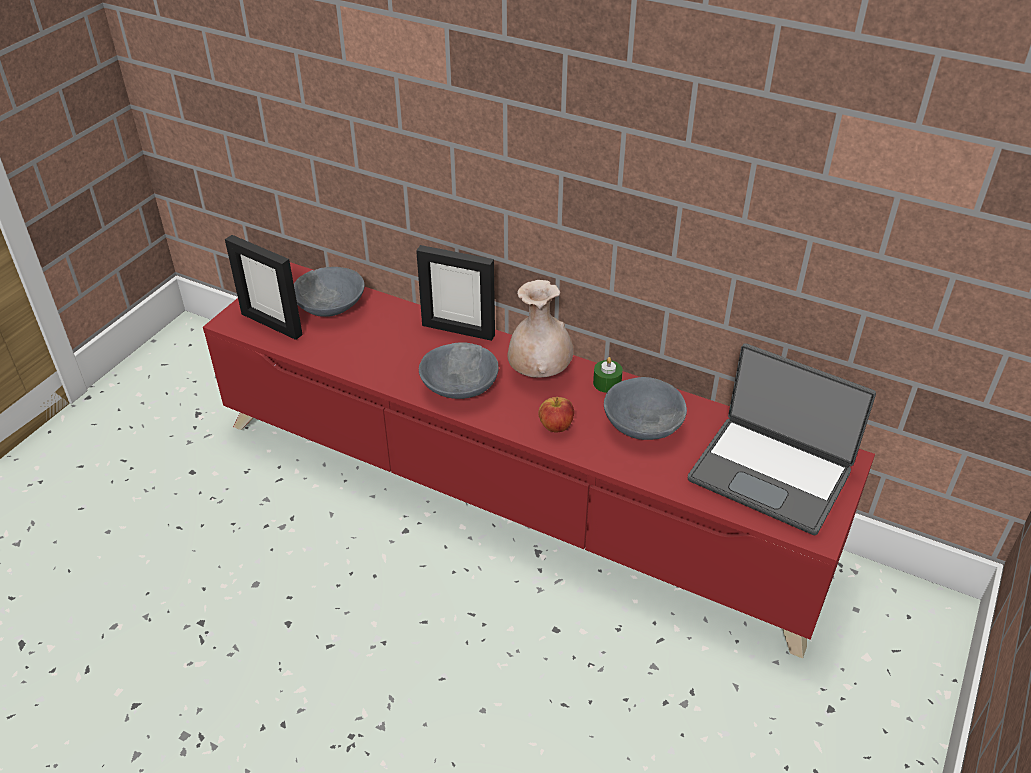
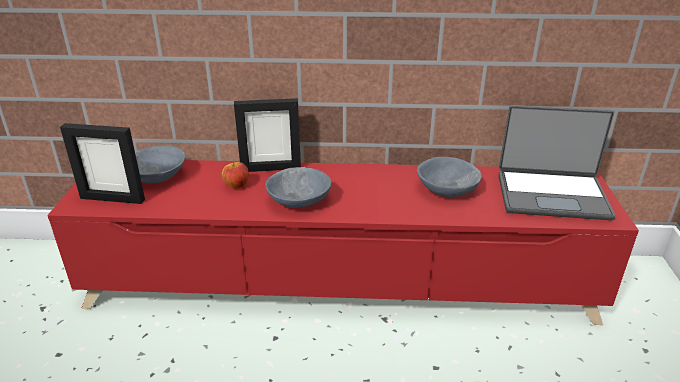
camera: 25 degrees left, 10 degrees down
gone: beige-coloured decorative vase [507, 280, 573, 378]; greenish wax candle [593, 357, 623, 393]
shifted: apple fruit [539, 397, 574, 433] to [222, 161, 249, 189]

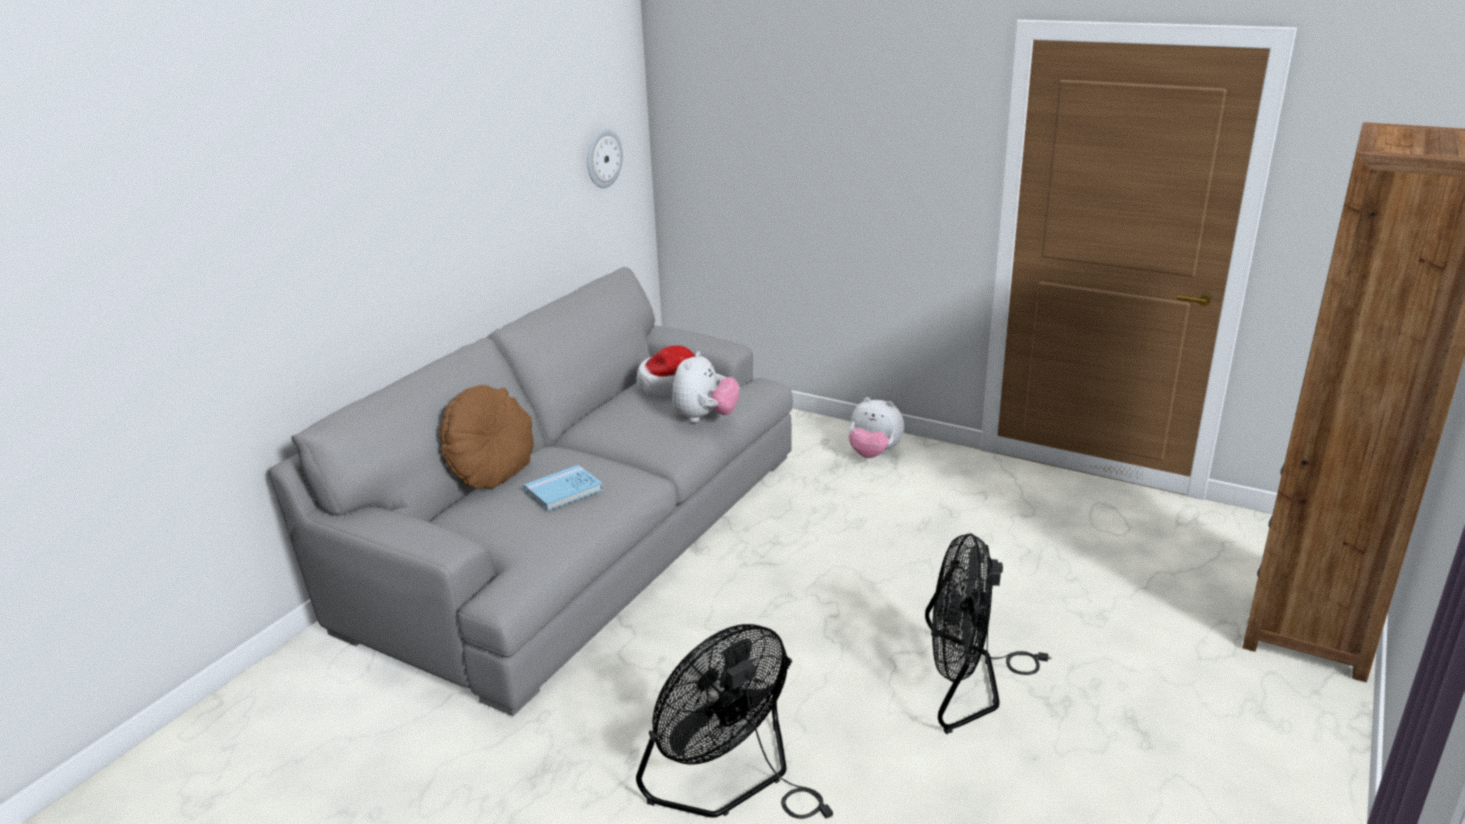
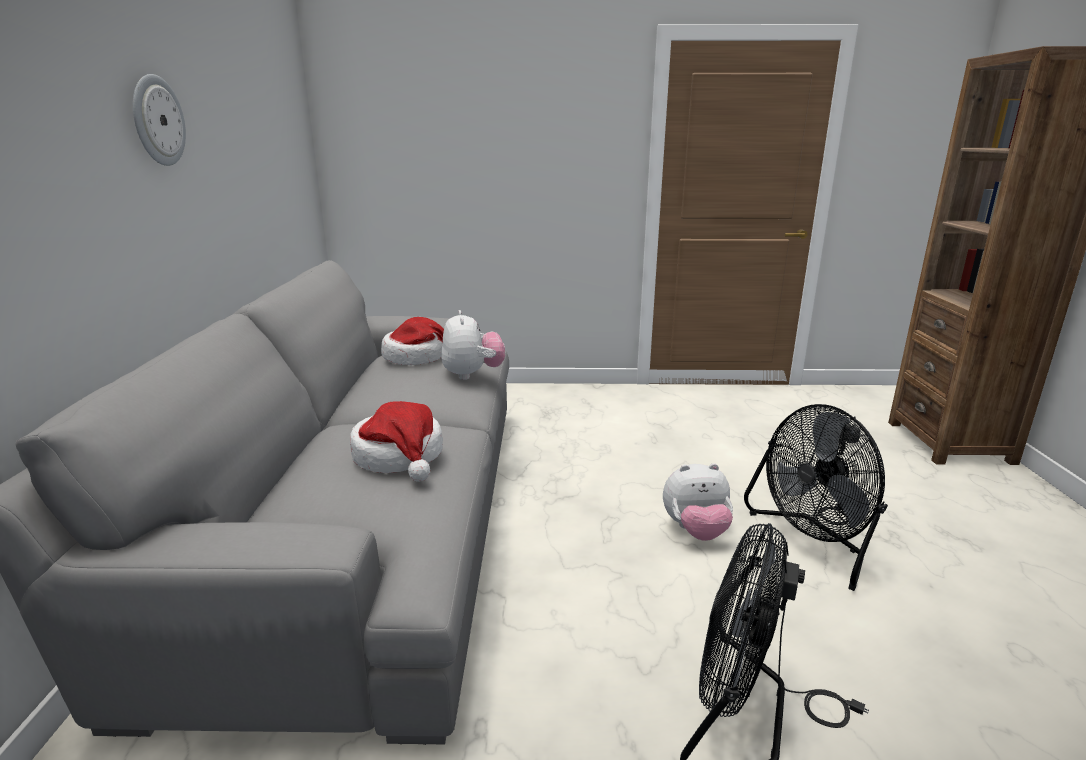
camera: 30 degrees left, 5 degrees down
gone: brown-coloured throw pillow [440, 385, 534, 489]
shifted: hanging clock [587, 129, 623, 188] to [133, 74, 186, 166]; soft toy [849, 397, 904, 458] to [663, 463, 733, 541]
swapped: bluish volume [524, 465, 603, 511] to wearable hat [350, 401, 443, 482]

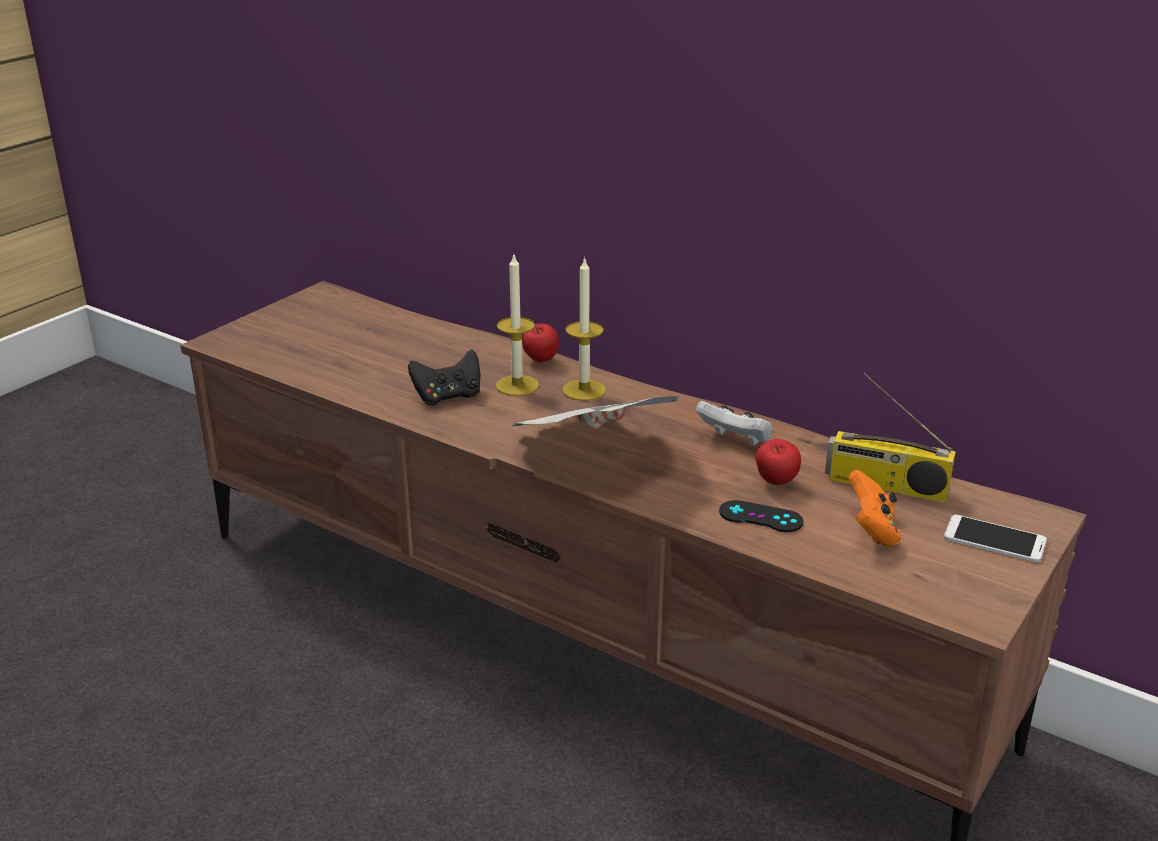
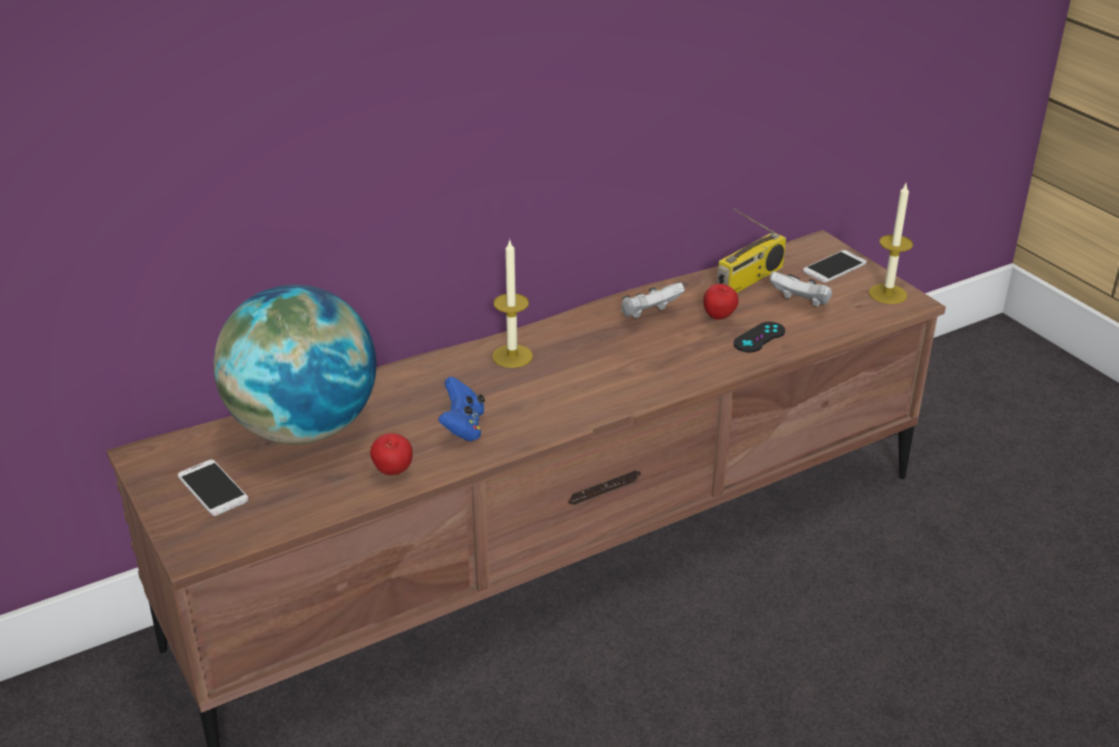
camera: 65 degrees left, 5 degrees up
gone: daily paper [512, 396, 680, 429]
new: telephone [178, 460, 249, 516]; desk globe [213, 285, 377, 444]
shifted: apple fruit [522, 323, 559, 363] to [370, 433, 413, 475]; wax candle [496, 255, 539, 396] to [869, 184, 913, 304]
repainted: black-coloured gamepad [408, 349, 481, 405] to bluish gamepad [438, 377, 485, 441]; orange-coloured gamepad [848, 470, 901, 547] to white gamepad [770, 271, 832, 307]

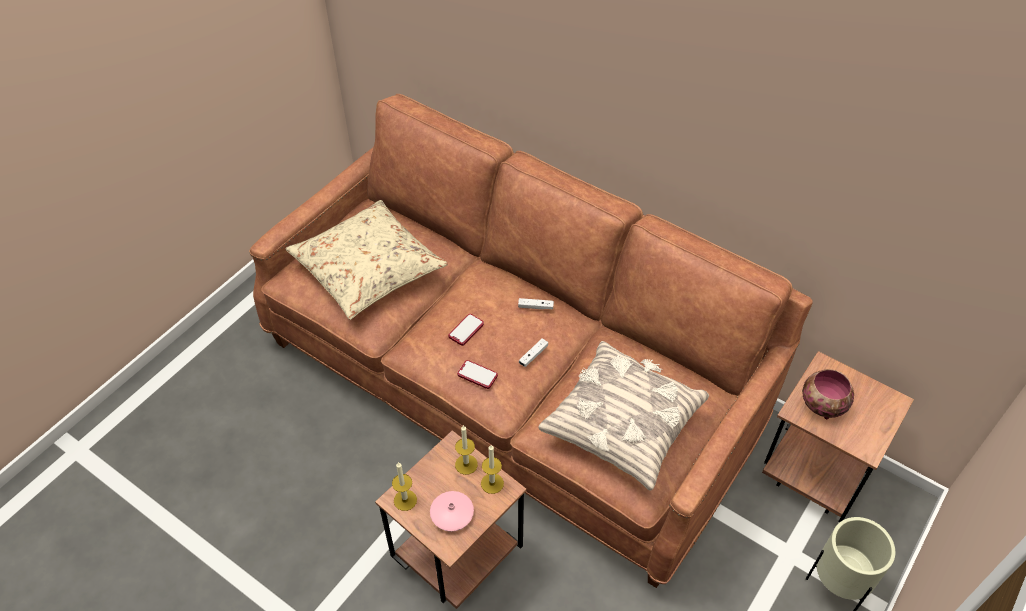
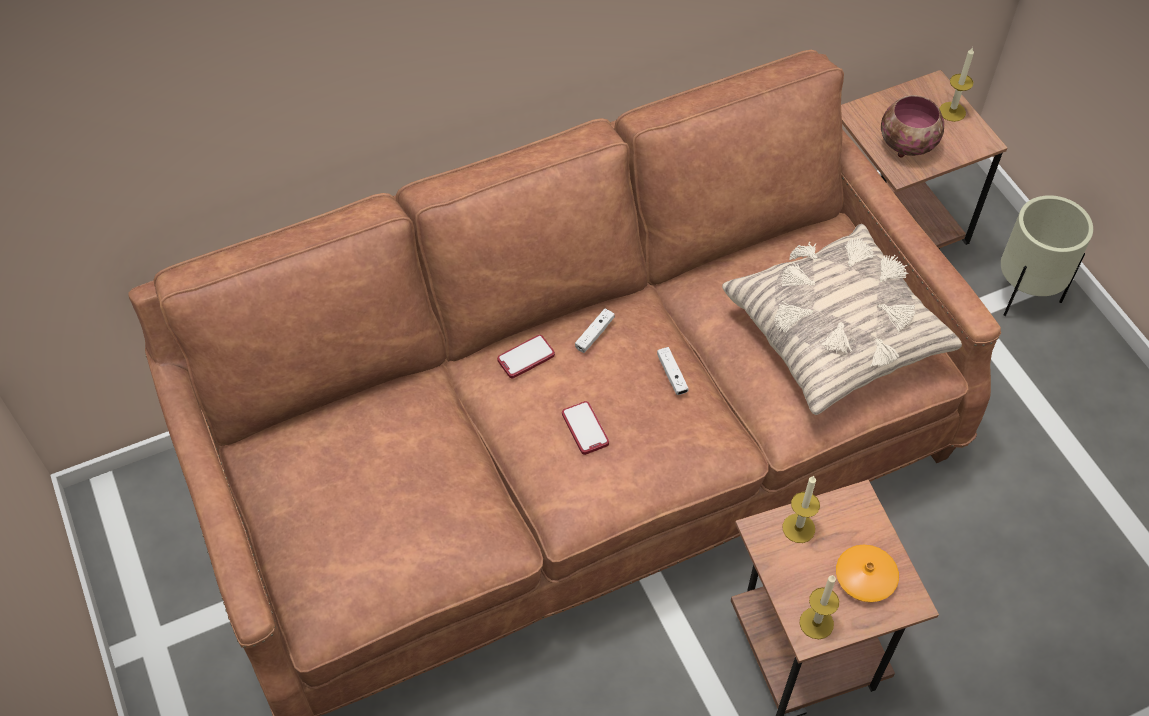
camera: 60 degrees left, 5 degrees up
gone: beige-coloured throw pillow [285, 200, 448, 320]
shifted: telephone [457, 360, 498, 389] to [497, 335, 555, 378]; wax candle [481, 445, 504, 494] to [939, 47, 974, 122]
repainted: pinkish decorative vase [430, 491, 474, 532] to orange-coloured decorative vase [836, 544, 899, 603]

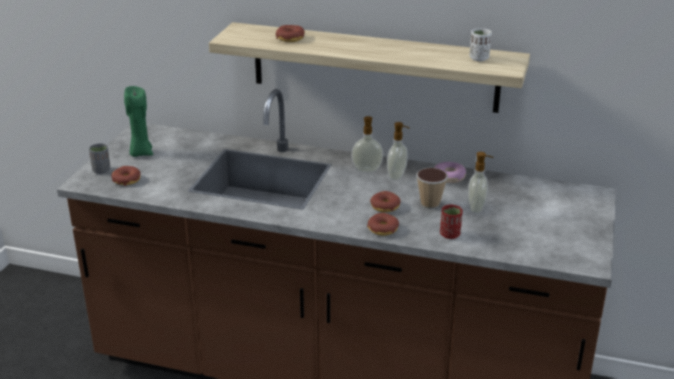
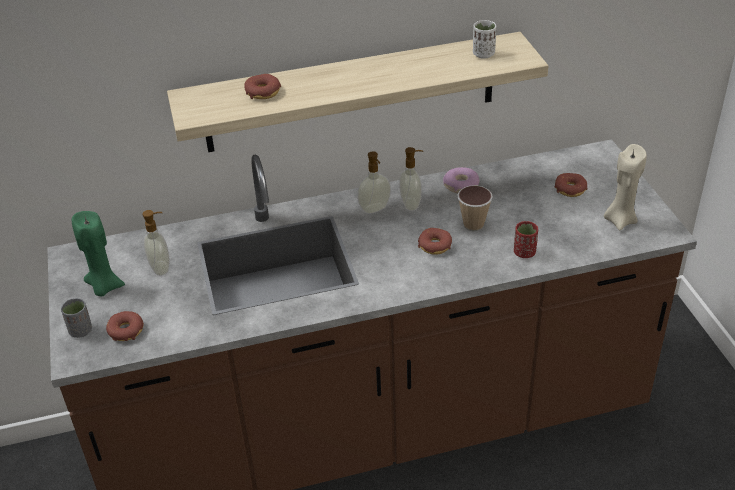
camera: 30 degrees left, 10 degrees up
new: beige-coloured wax candle [604, 144, 647, 230]
shifted: soap dispenser [468, 152, 493, 213] to [142, 210, 170, 276]; doughnut [367, 213, 399, 236] to [555, 173, 587, 197]

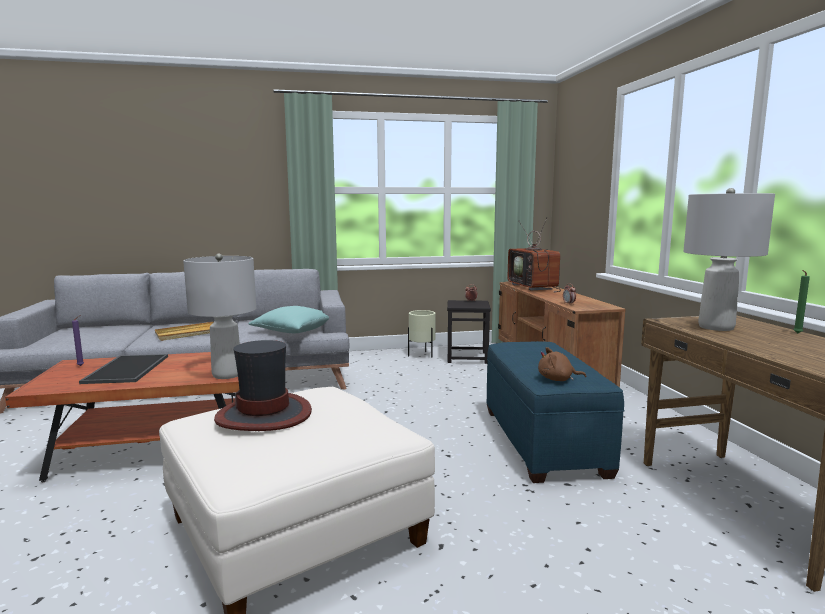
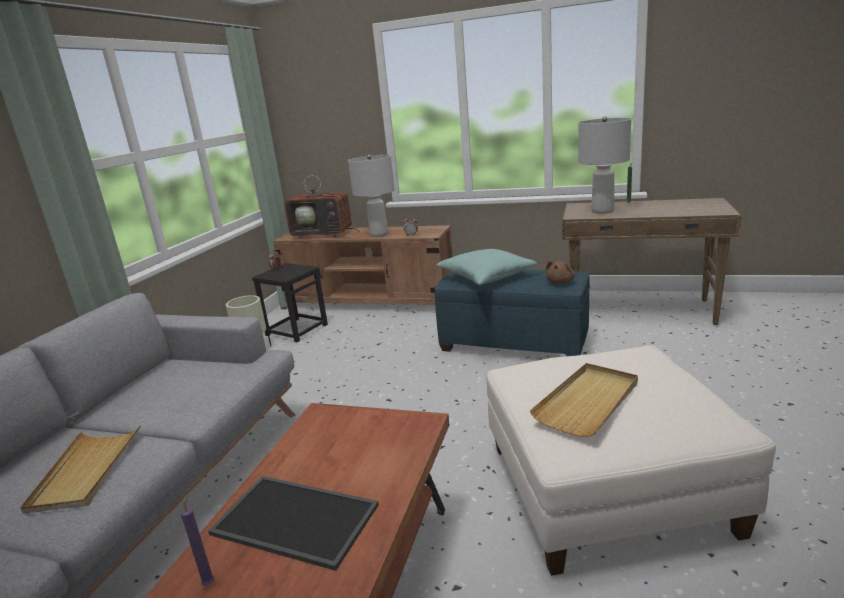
camera: 60 degrees left, 10 degrees up
shifted: greyish lamp for a table [183, 254, 256, 379] to [348, 154, 395, 237]; turquoise throw pillow [248, 306, 329, 333] to [436, 249, 537, 285]
swapped: wearable hat [214, 340, 312, 431] to beige-coloured serving tray [530, 363, 638, 437]

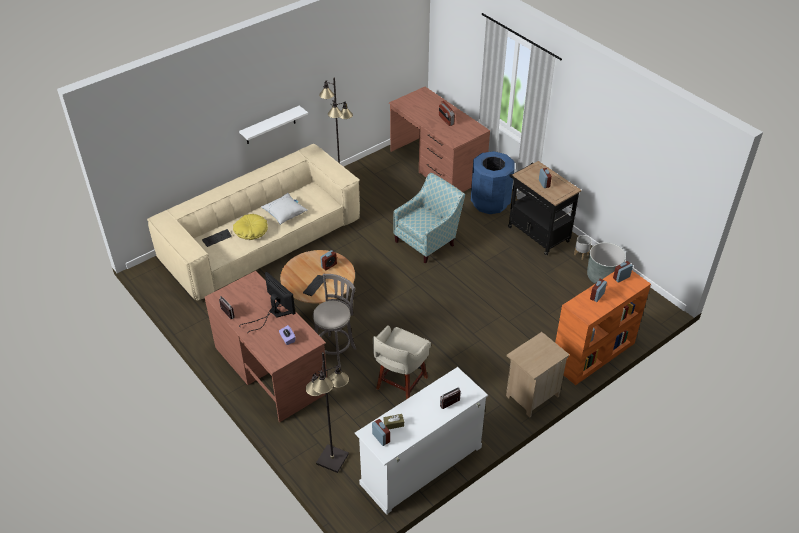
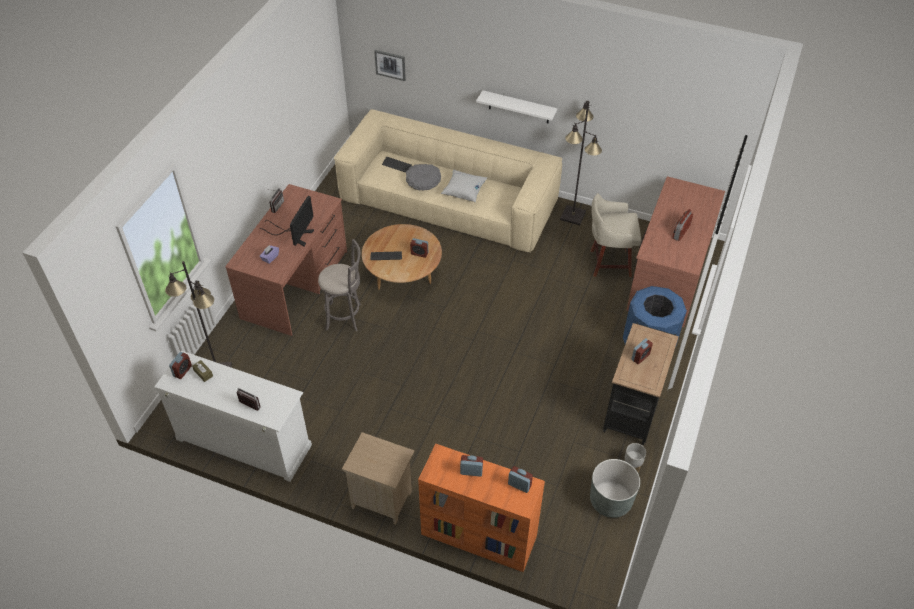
camera: 60 degrees right, 5 degrees up
gone: armchair [393, 173, 465, 263]
new: wall art [374, 50, 406, 81]
shifted: beige-coloured sitting stool [373, 325, 431, 399] to [590, 193, 641, 277]
repainted: yellow throw pillow [233, 214, 268, 240] to greyish throw pillow [406, 164, 441, 190]

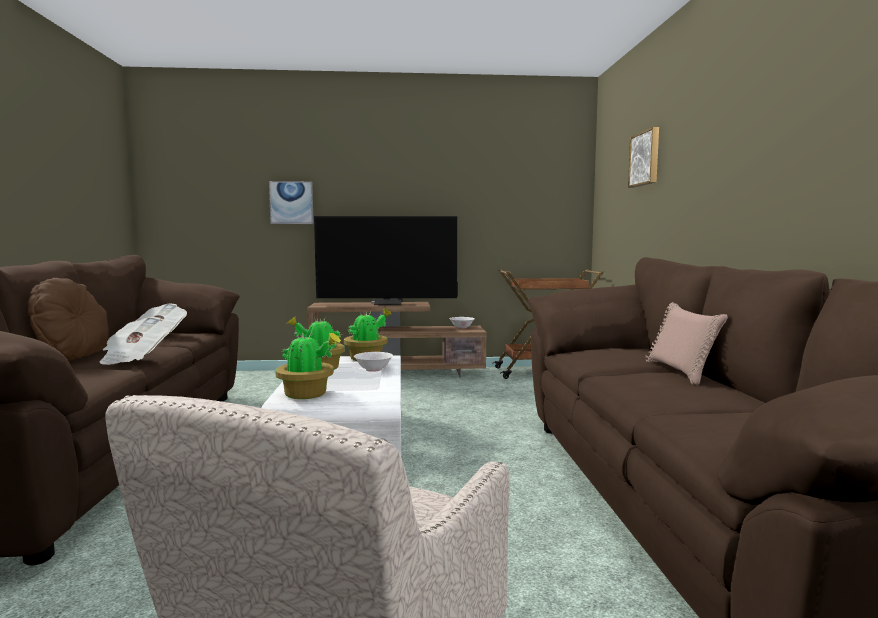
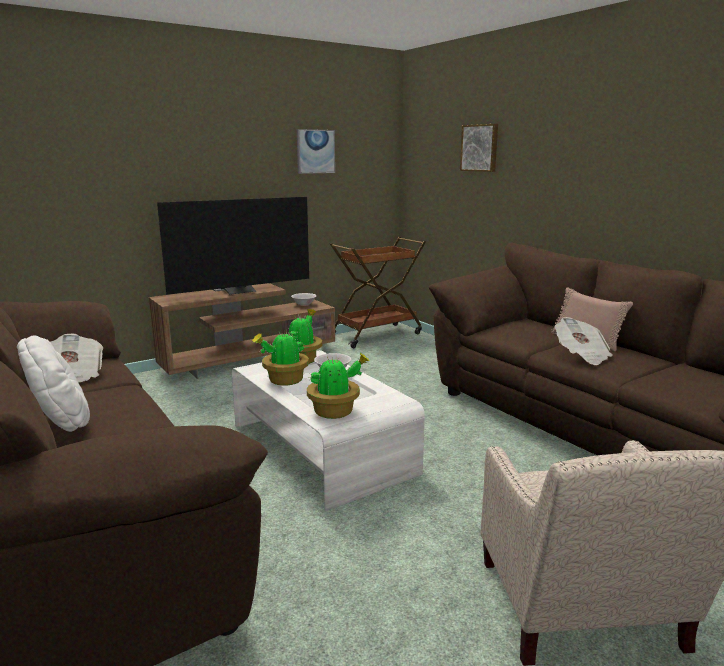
camera: 30 degrees left, 10 degrees up
shifted: wall art [269, 181, 314, 224] to [297, 129, 335, 174]; daily paper [99, 317, 171, 365] to [555, 317, 613, 365]
repainted: brown-coloured throw pillow [28, 278, 109, 361] to white throw pillow [17, 335, 90, 432]

